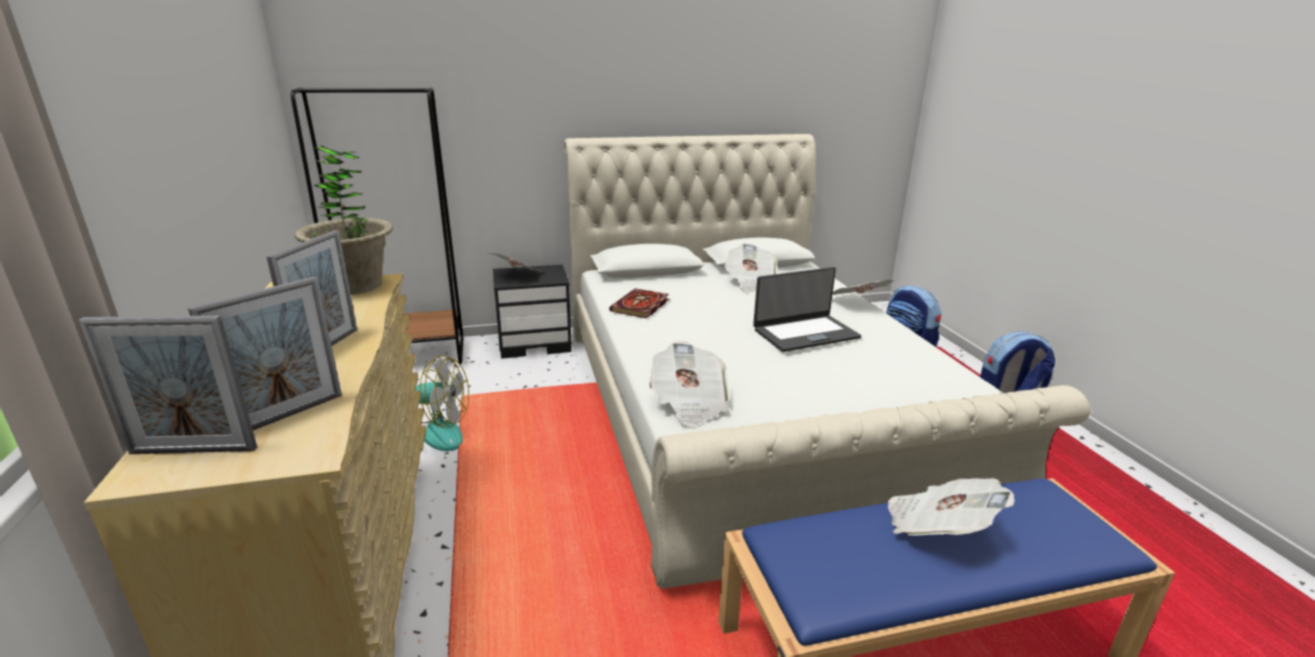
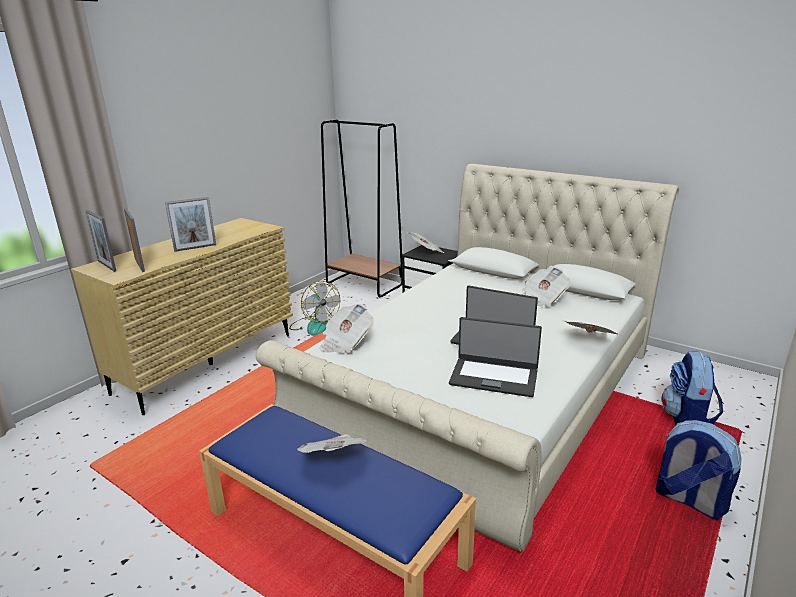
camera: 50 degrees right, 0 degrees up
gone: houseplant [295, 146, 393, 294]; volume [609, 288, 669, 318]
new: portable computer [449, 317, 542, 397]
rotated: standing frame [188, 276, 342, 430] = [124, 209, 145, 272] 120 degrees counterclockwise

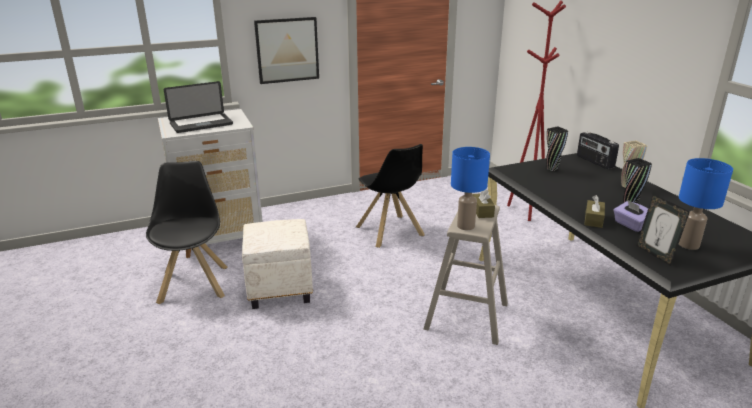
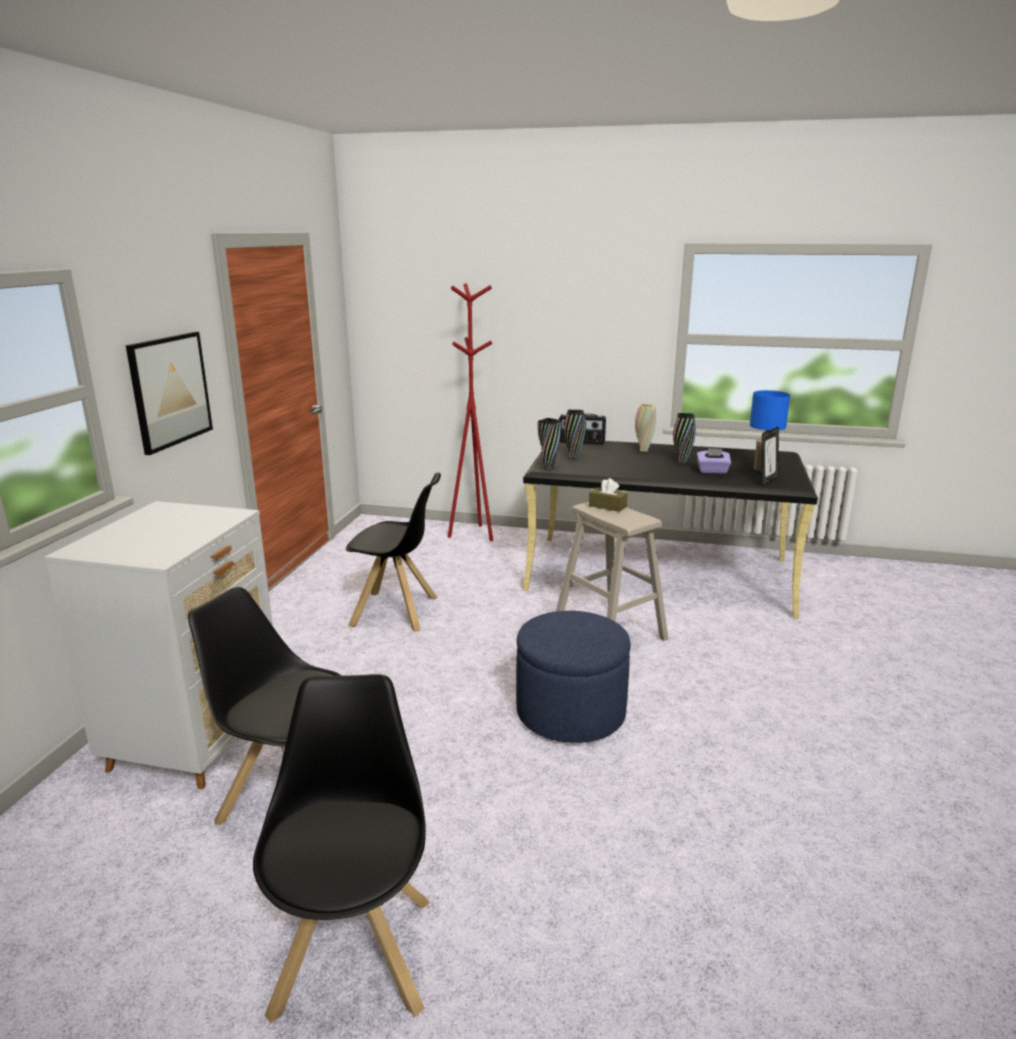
camera: 55 degrees left, 5 degrees down
gone: portable computer [164, 81, 233, 133]; white ottoman [242, 219, 313, 309]; bluish lamp for a table [451, 147, 490, 230]; brown-coloured tissue box [584, 195, 605, 228]
new: black-coloured chair [253, 674, 430, 1023]; bluish ottoman [516, 611, 631, 743]; black-coloured decorative vase [538, 418, 561, 470]
rotated: standing frame [636, 194, 690, 266] = [762, 426, 779, 486] 60 degrees counterclockwise

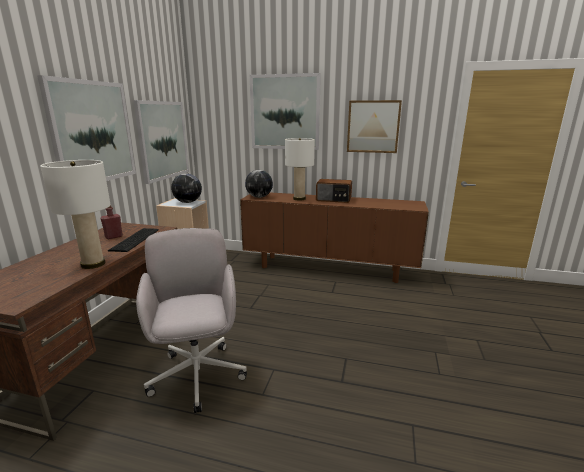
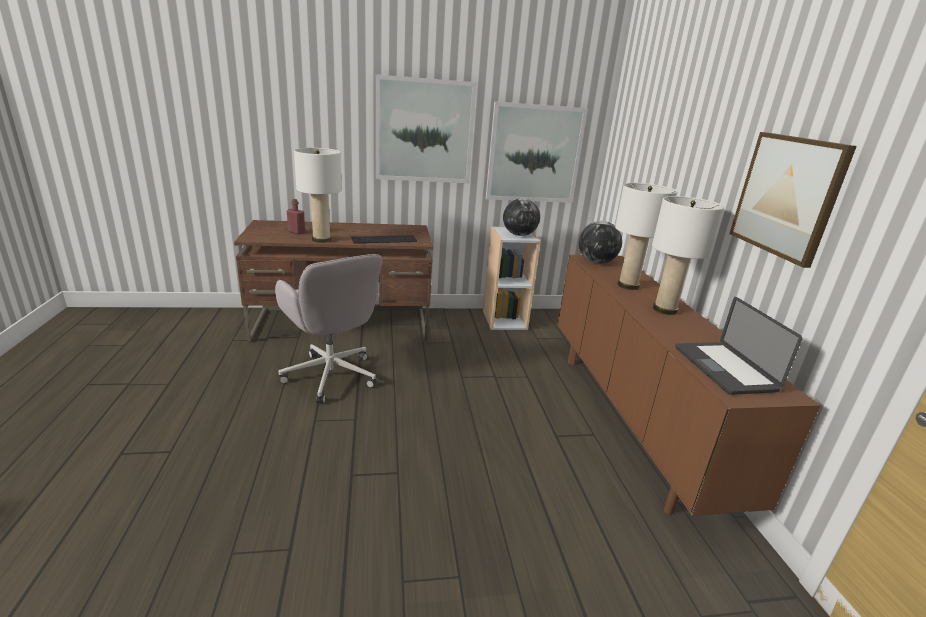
camera: 65 degrees right, 5 degrees up
gone: wall art [250, 73, 321, 150]
new: portable computer [675, 297, 802, 395]
shifted: reddish bottle [100, 205, 123, 239] to [287, 199, 305, 234]
swapped: radio set [316, 179, 352, 203] to white lamp for a table [652, 196, 725, 315]
rotated: greyish desk chair [136, 228, 247, 413] = [275, 254, 382, 403] 90 degrees clockwise

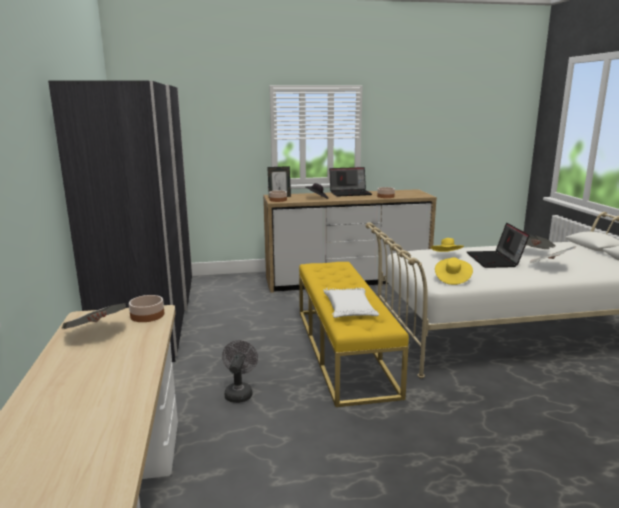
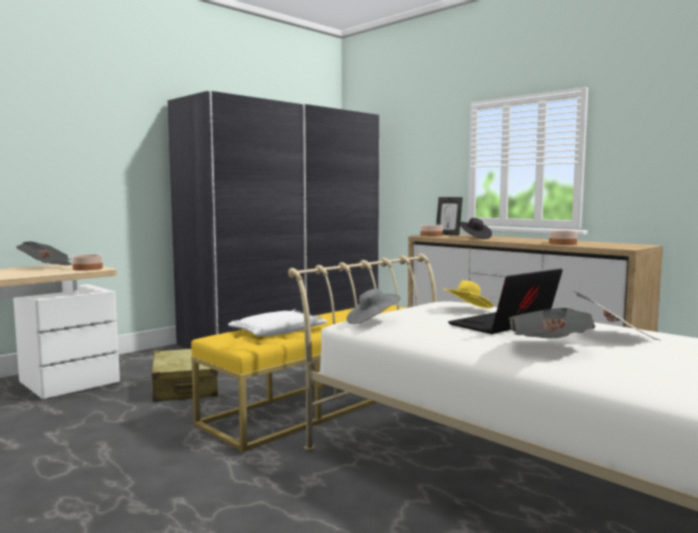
camera: 55 degrees right, 10 degrees down
gone: portable computer [329, 167, 372, 197]
swapped: greyish fan [222, 340, 258, 403] to beige-coloured piece of luggage [151, 349, 219, 402]
repainted: yellow wearable hat [435, 258, 473, 285] to greyish wearable hat [347, 289, 401, 324]

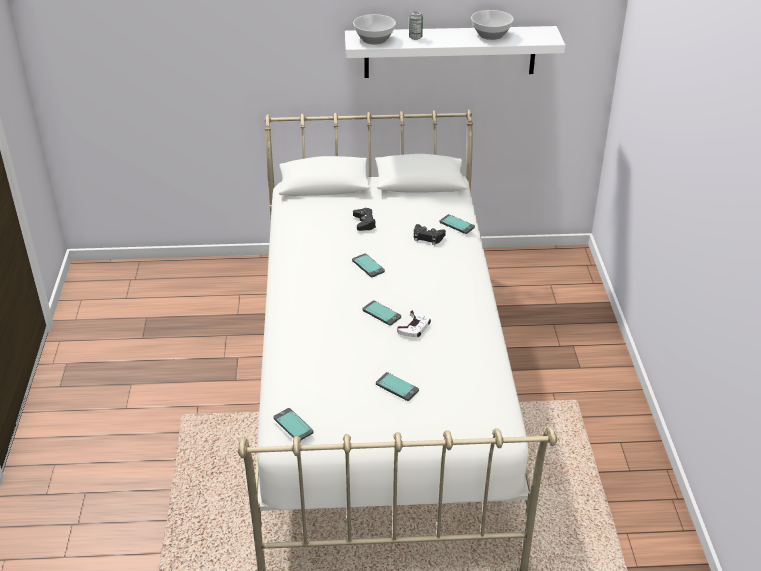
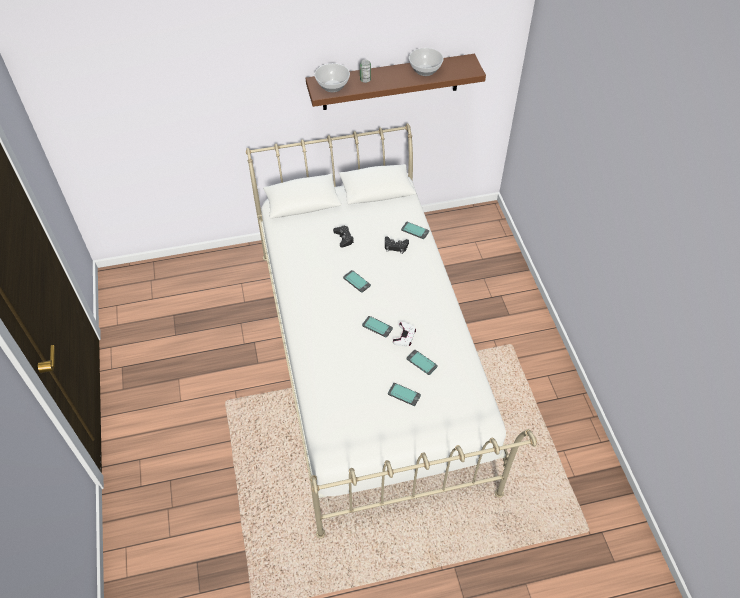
camera: 10 degrees left, 15 degrees up
shifted: telephone [273, 408, 314, 440] to [407, 350, 438, 375]
repainted: white bracket shelf [345, 26, 565, 78] to brown-coloured bracket shelf [306, 54, 486, 110]

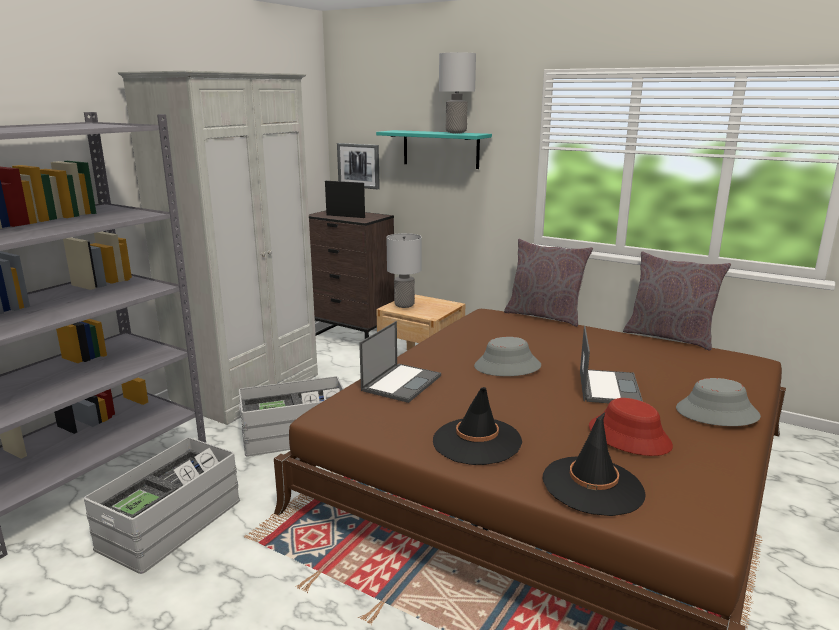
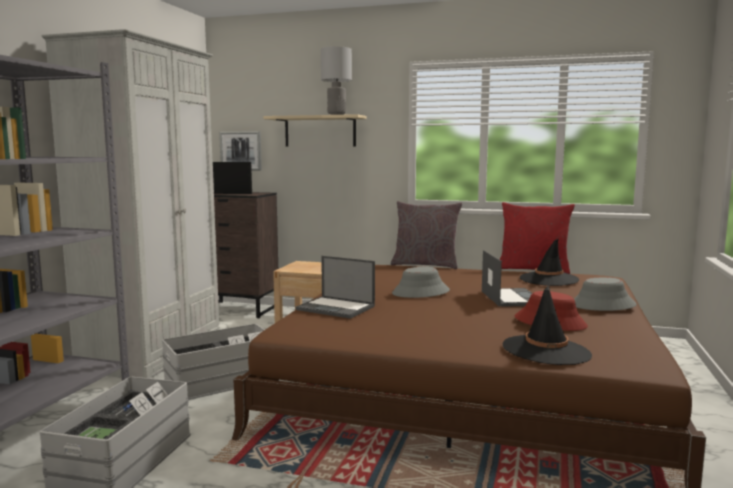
camera: 15 degrees left, 10 degrees down
gone: greyish lamp for a table [386, 233, 421, 308]
shifted: black-coloured wearable hat [433, 387, 522, 465] to [520, 239, 580, 286]
repainted: turquoise bracket shelf [376, 130, 492, 169] to beige-coloured bracket shelf [263, 114, 367, 147]; greyish throw pillow [623, 251, 731, 351] to reddish throw pillow [499, 202, 575, 274]
rotated: portable computer [359, 321, 441, 403] = [296, 256, 375, 319] 105 degrees clockwise

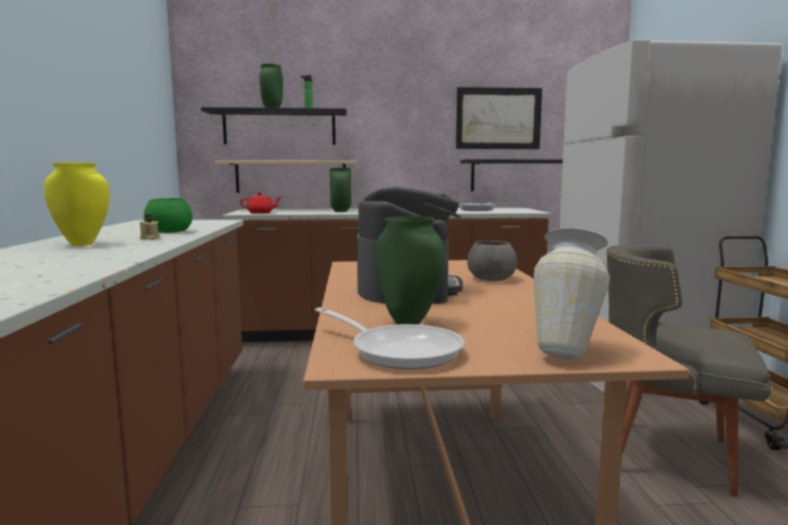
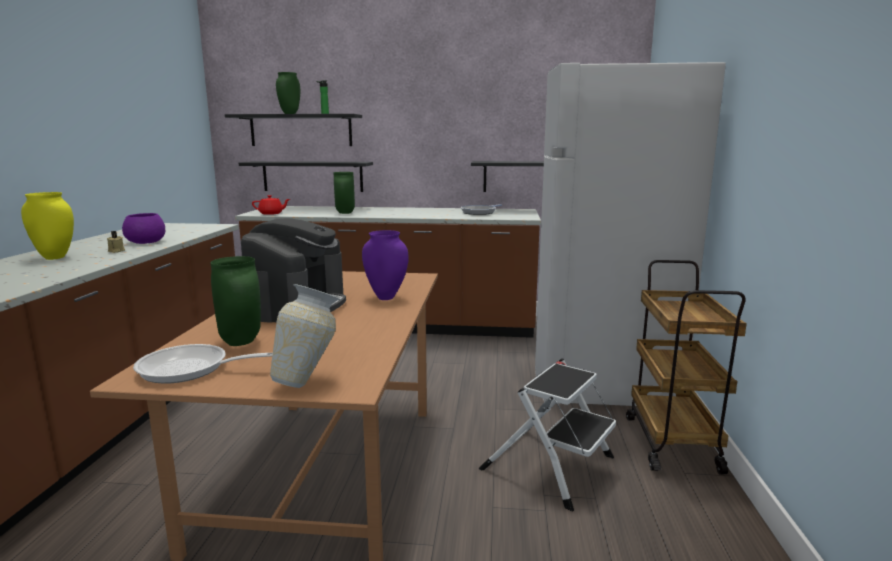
camera: 10 degrees right, 5 degrees up
gone: wall art [456, 87, 542, 149]
swapped: greyish bowl [467, 241, 517, 281] to purple-coloured decorative vase [362, 230, 409, 300]; greyish chair [606, 245, 771, 497] to step stool [479, 358, 616, 512]
repainted: greenish bowl [144, 198, 192, 233] to purple-coloured bowl [122, 213, 165, 244]; beige-coloured bracket shelf [215, 160, 358, 193] to black-coloured bracket shelf [239, 161, 373, 192]
rotated: skillet [315, 307, 465, 370] = [133, 344, 273, 384] 135 degrees clockwise

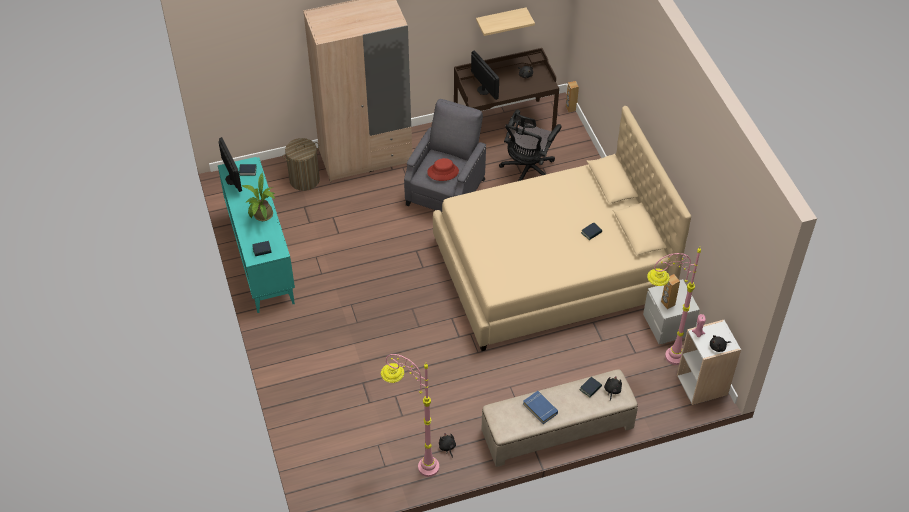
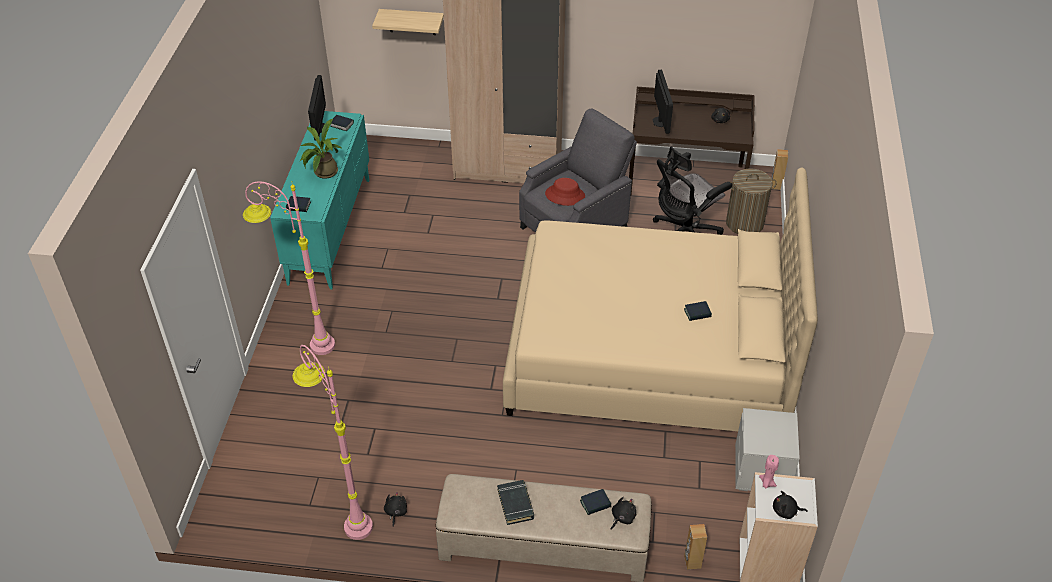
camera: 25 degrees right, 5 degrees down
shifted: pinkish floor lamp [647, 248, 701, 365] to [243, 181, 335, 355]; bracket shelf [476, 7, 535, 36] to [372, 9, 444, 35]; brown-coloured speaker [661, 274, 680, 309] to [684, 524, 707, 570]; hamper [283, 138, 320, 191] to [726, 168, 777, 234]
repainted: bluish volume [523, 391, 558, 424] to black-coloured volume [497, 480, 534, 525]

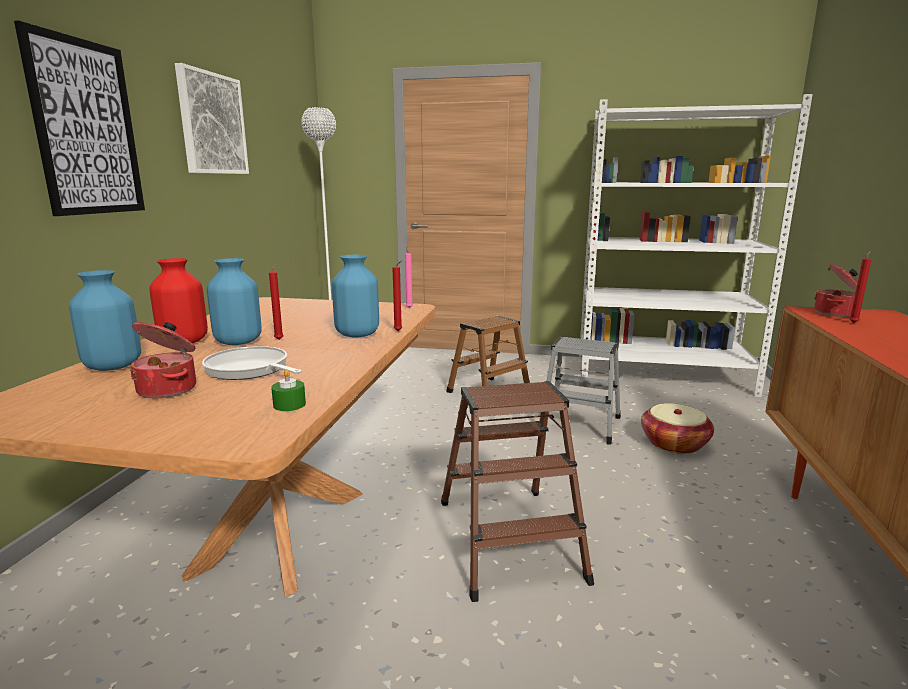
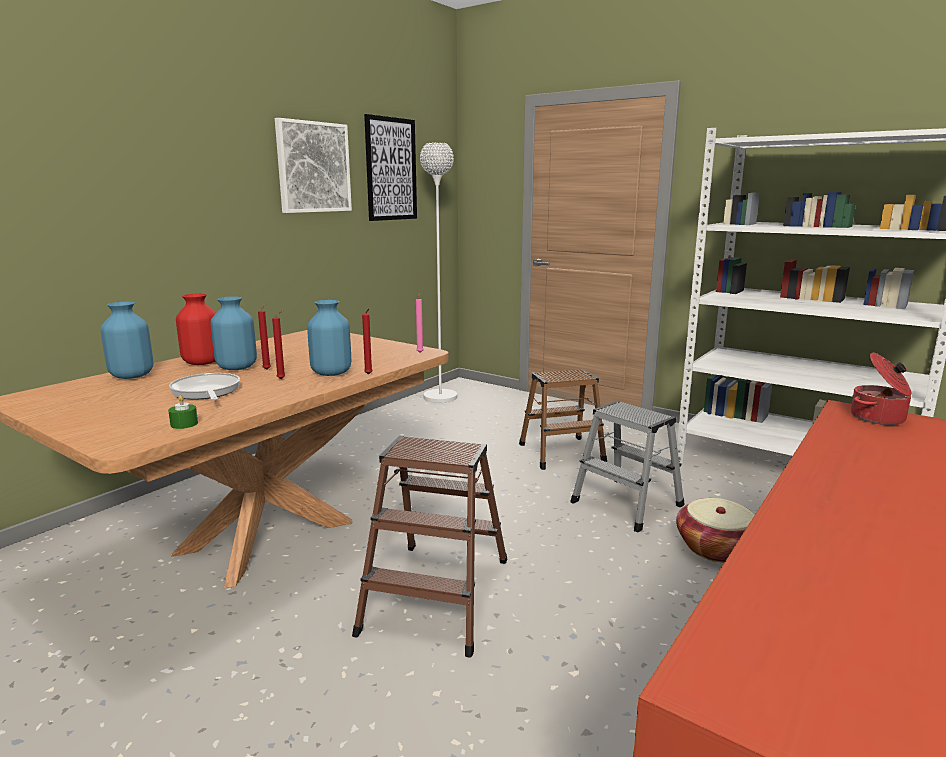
camera: 25 degrees right, 0 degrees up
gone: stockpot [130, 322, 196, 399]
shifted: reddish wax candle [849, 251, 871, 323] to [272, 310, 286, 379]; wall art [14, 20, 145, 216] to [364, 114, 417, 221]

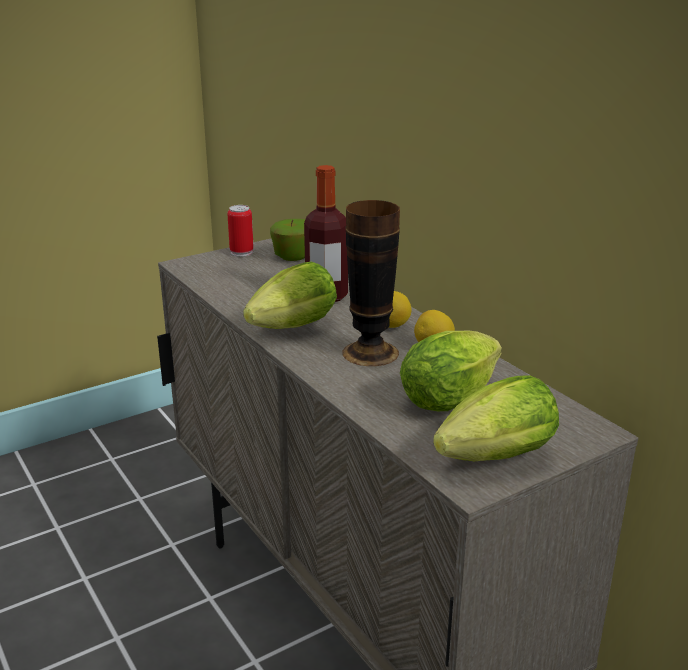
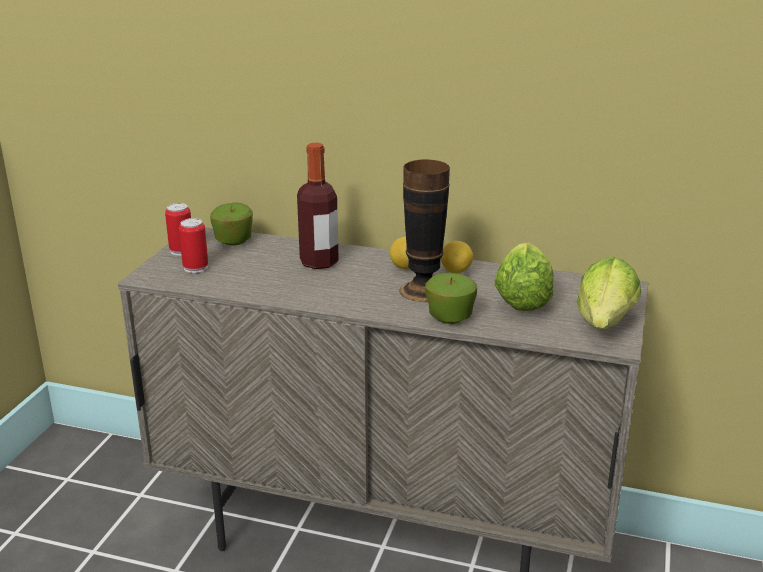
camera: 40 degrees left, 0 degrees up
gone: lettuce head [243, 261, 337, 329]
new: sealed can [179, 218, 208, 273]; apple fruit [425, 273, 477, 324]

